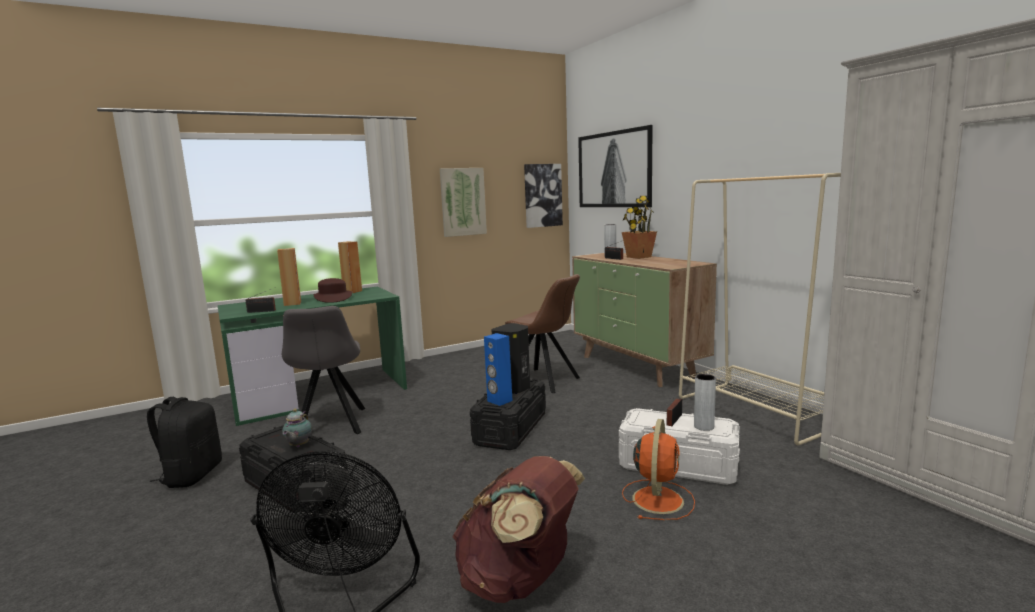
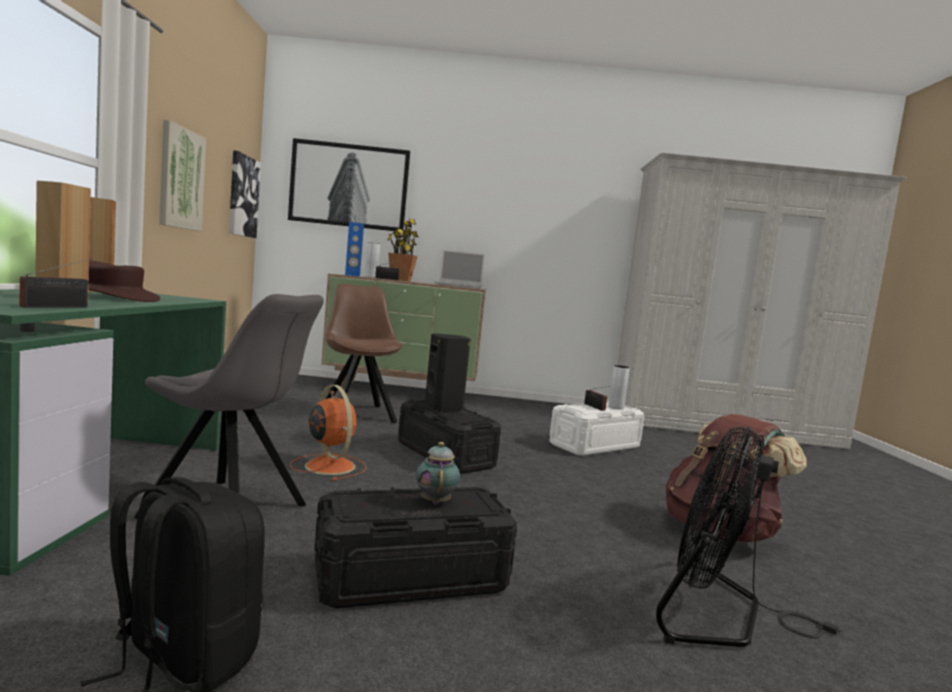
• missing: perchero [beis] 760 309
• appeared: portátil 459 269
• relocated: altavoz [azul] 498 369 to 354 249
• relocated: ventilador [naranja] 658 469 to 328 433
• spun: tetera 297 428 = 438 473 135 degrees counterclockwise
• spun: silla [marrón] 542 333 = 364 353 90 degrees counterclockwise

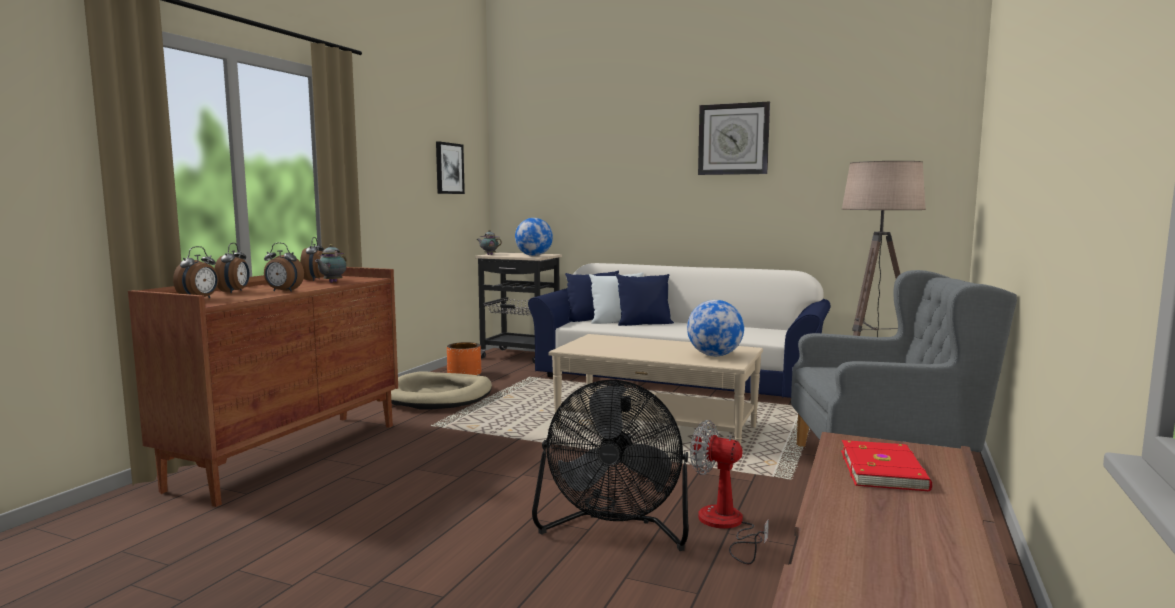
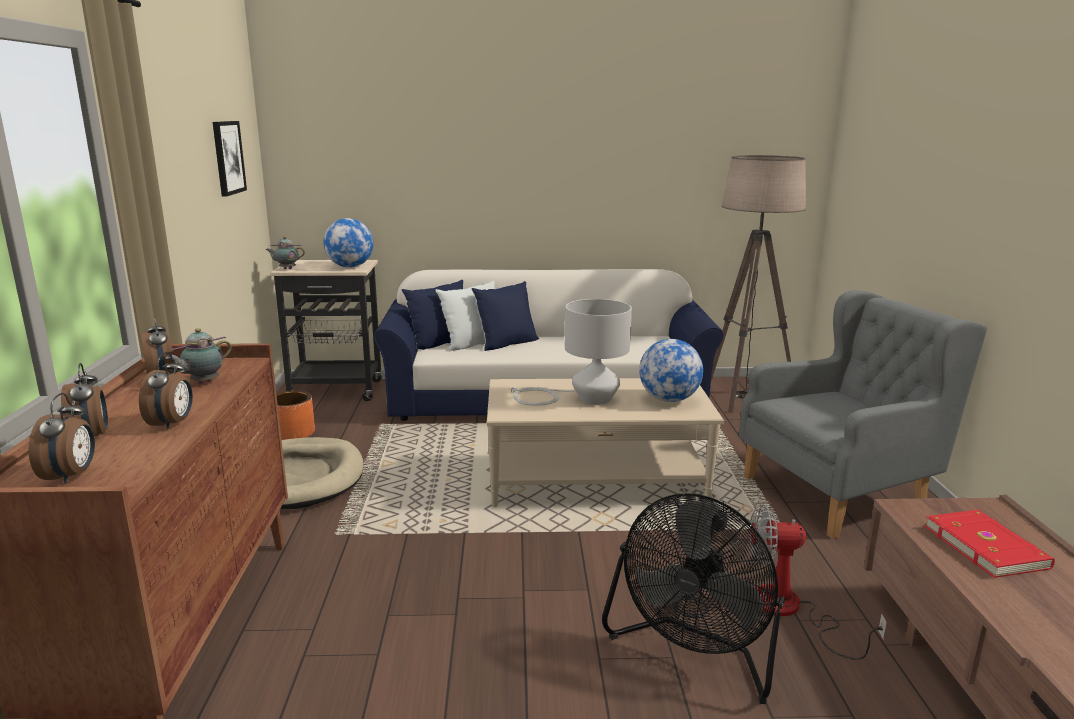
• missing: reloj de pared 734 138
• appeared: lámpara de mesa [blanco] 571 352
• spun: despertador 284 267 = 166 391 75 degrees counterclockwise
• spun: tetera 331 263 = 198 356 45 degrees clockwise
• spun: ventilador [negro] 610 465 = 693 598 45 degrees clockwise

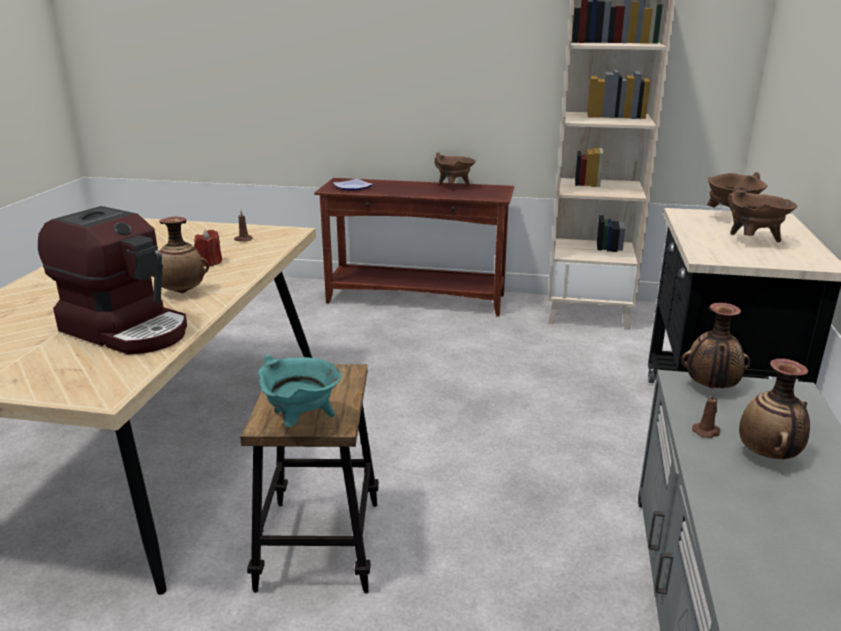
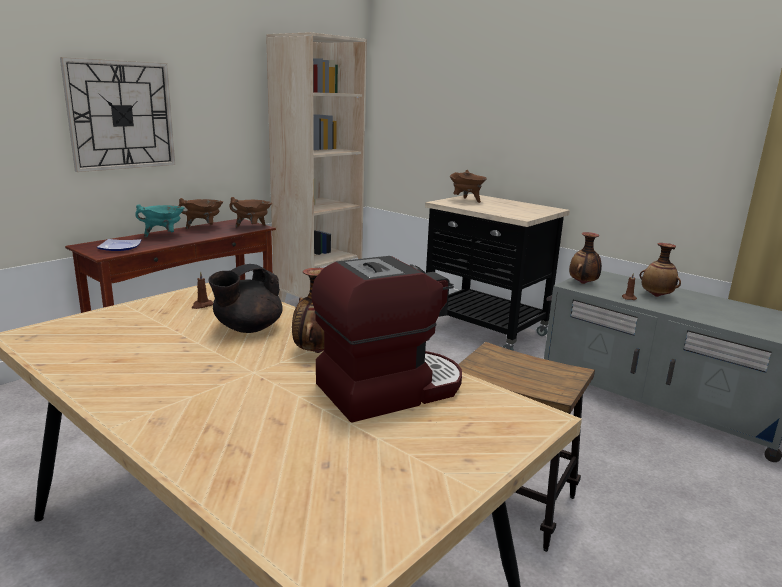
• appeared: reloj de pared 117 114
• relocated: olla [turquesa] 300 390 to 159 220
• relocated: olla [marrón] 763 214 to 250 212
• exchanged: vela [rojo] 208 248 to tetera [negro] 245 298

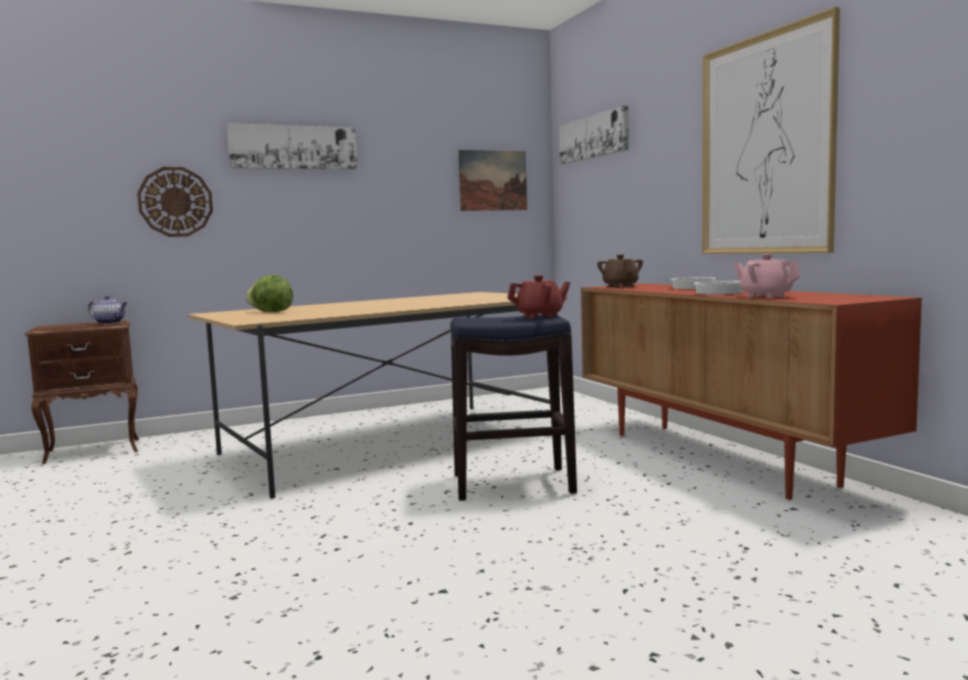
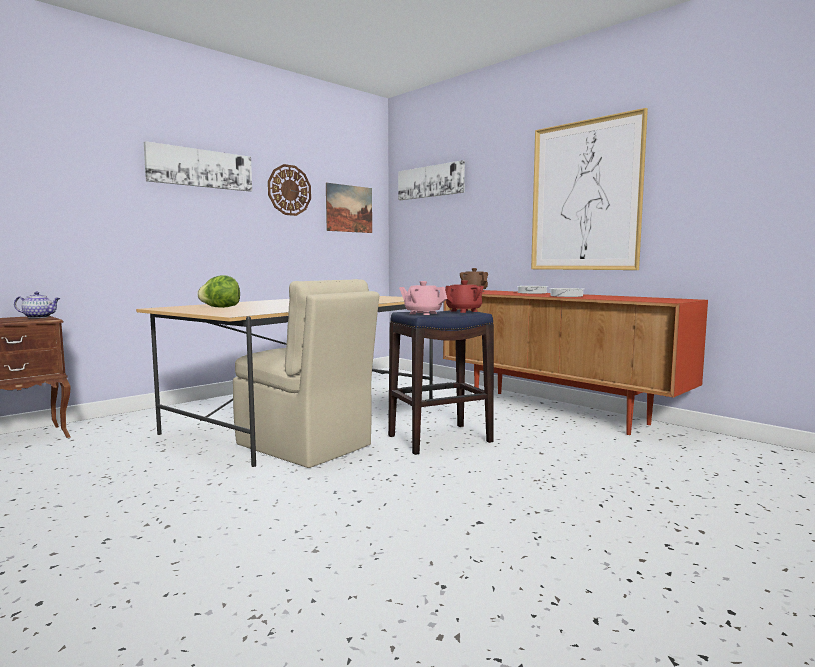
• appeared: silla [beis] 306 373
• relocated: reloj de pared 175 202 to 289 190
• relocated: tetera [rosa] 767 276 to 423 298

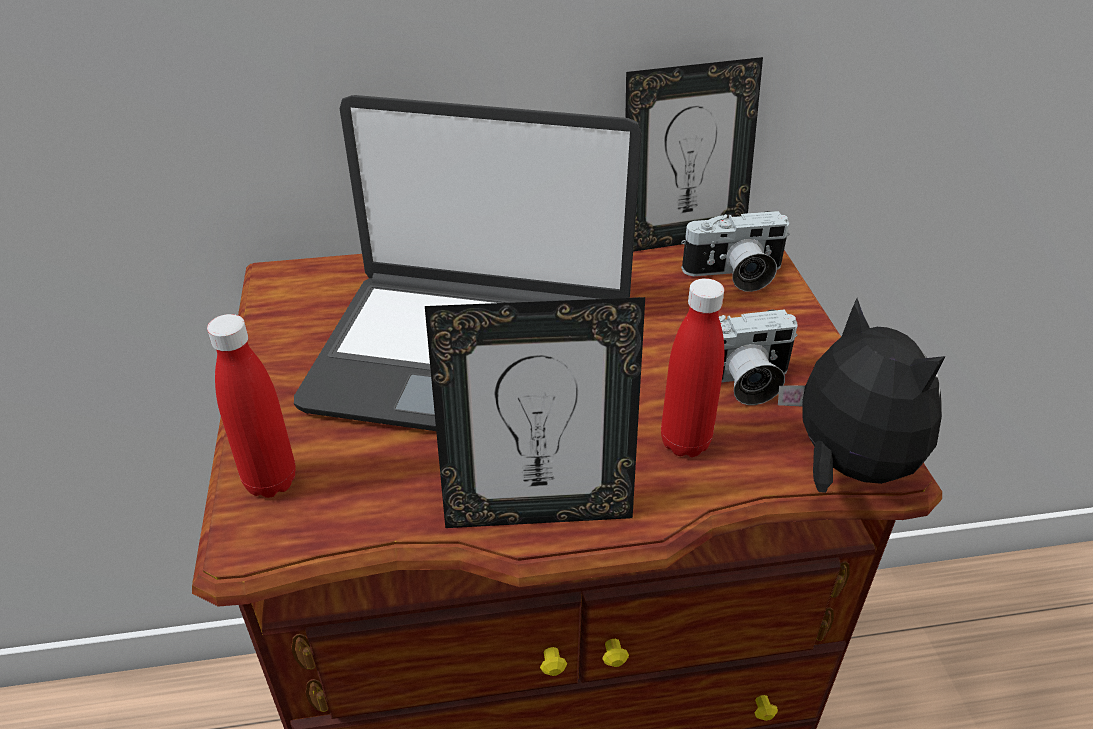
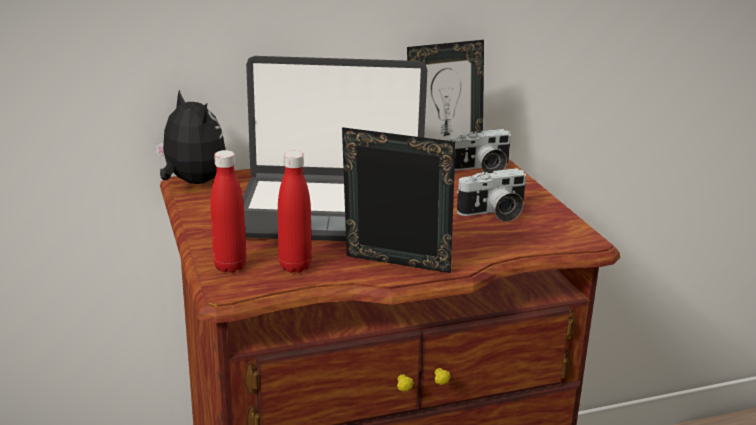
• relocated: botella [rojo] 692 367 to 294 212
• relocated: peluche 862 395 to 190 137
• spun: portarretratos 535 412 = 399 200 150 degrees counterclockwise

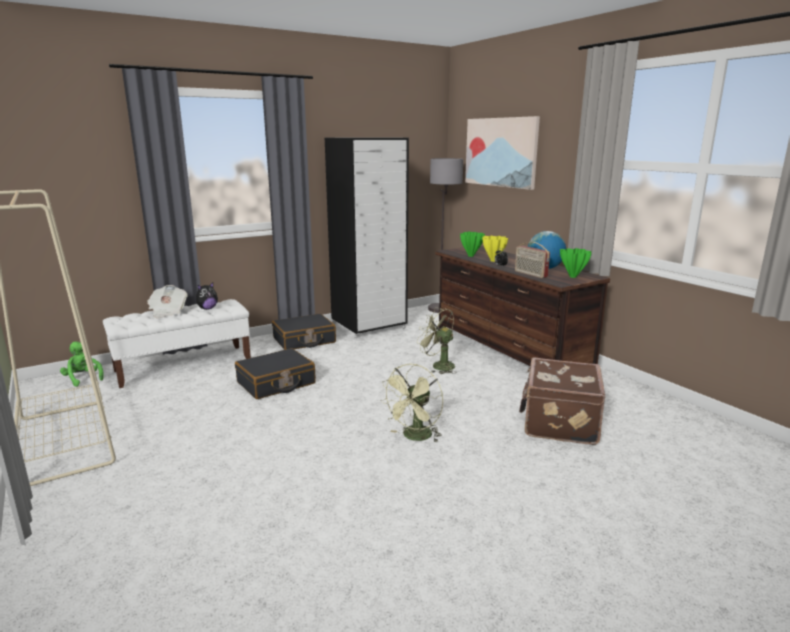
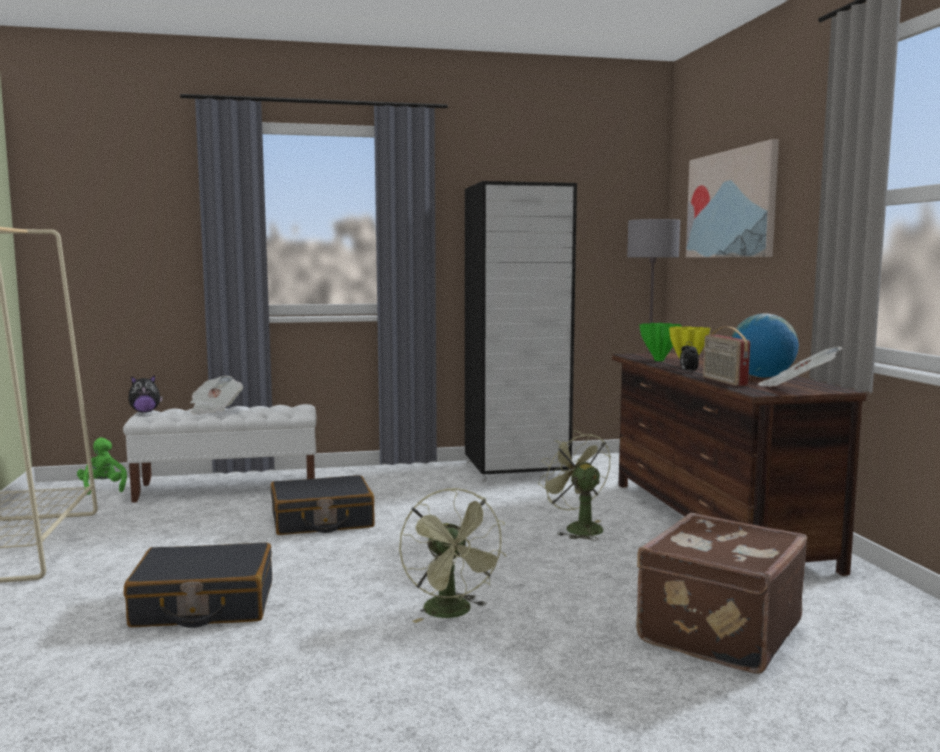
• relocated: peluche 207 296 to 145 394
• relocated: maleta [negro] 304 332 to 198 585
• exchanged: florero [verde] 575 263 to periódico 800 366
• spun: ventilador [verde] 411 403 = 452 555 75 degrees counterclockwise

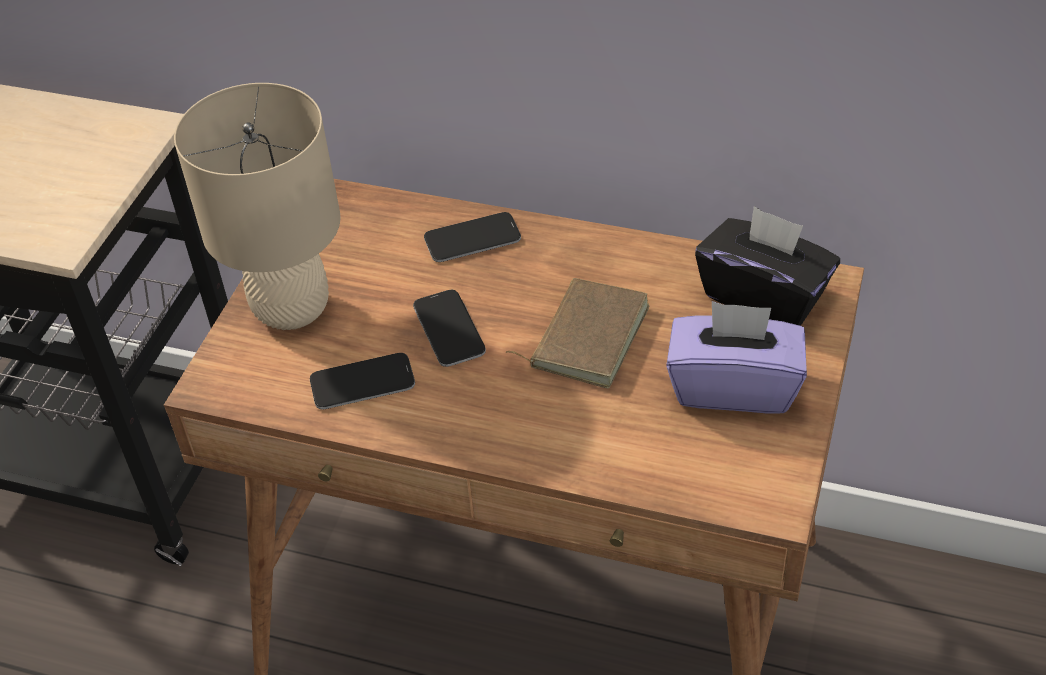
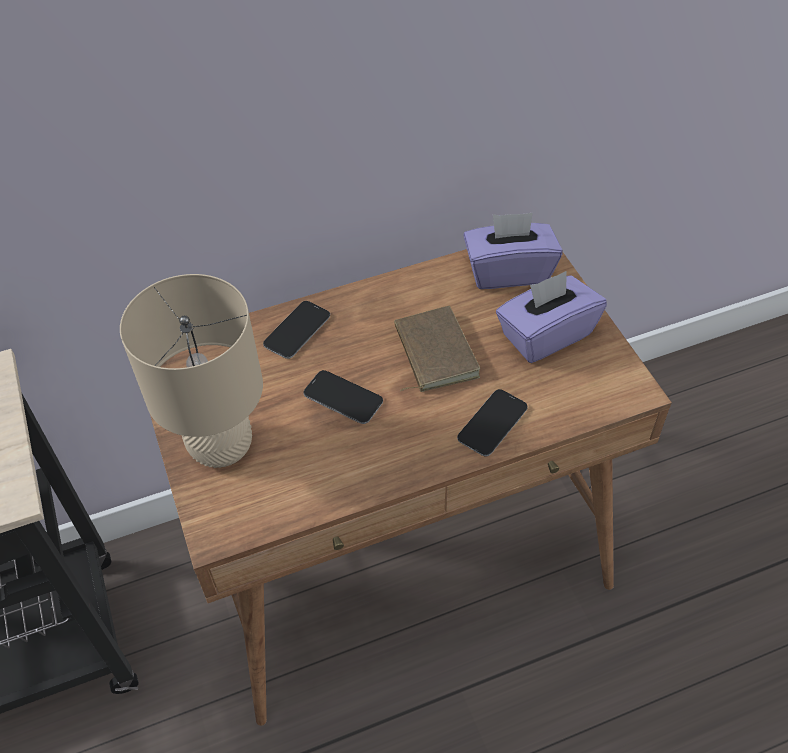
• relocated: móvil 362 381 to 492 422
• colour: caja de pañuelos [negro] 767 266 to caja de pañuelos [morado] 512 251

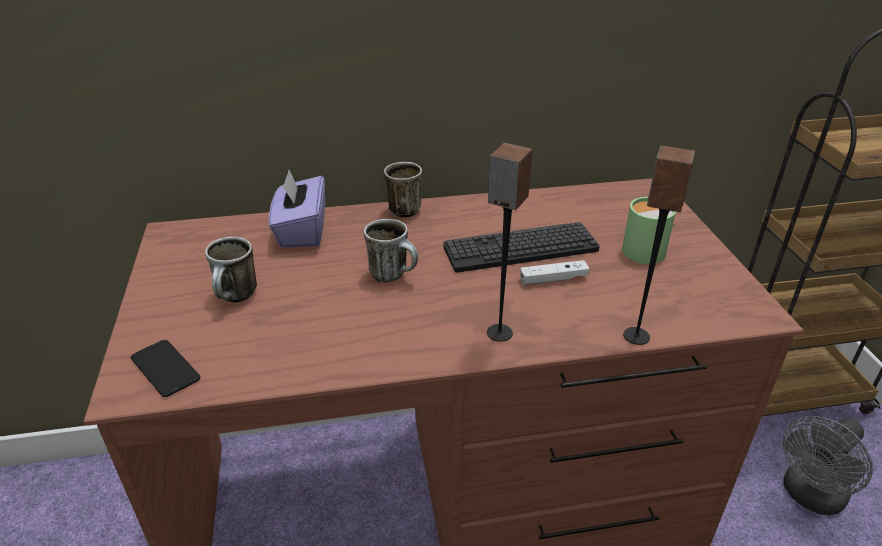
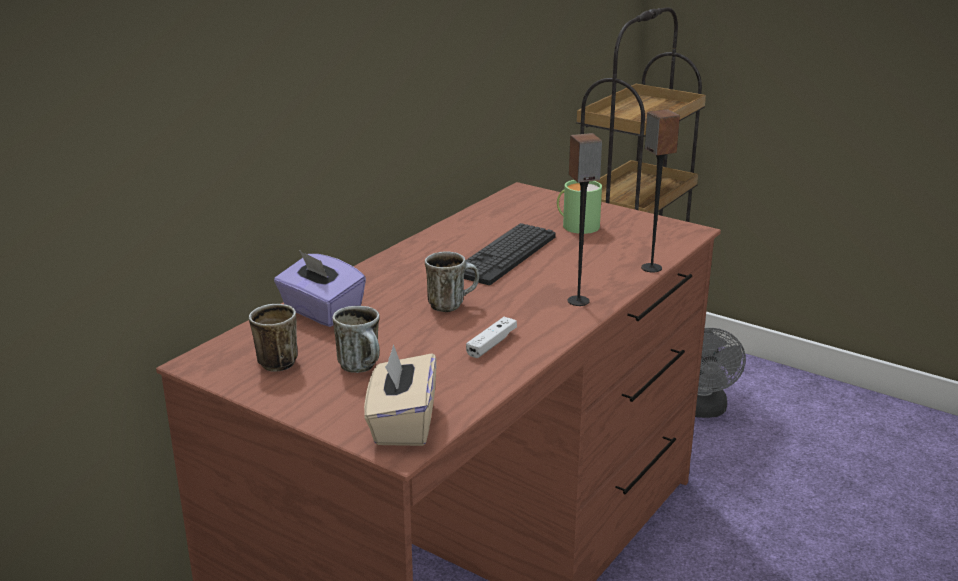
• relocated: taza grande 403 190 to 273 338
• relocated: mando de consola [blanco] 554 272 to 491 337
• exchanged: móvil 165 368 to caja de pañuelos [beis] 400 395

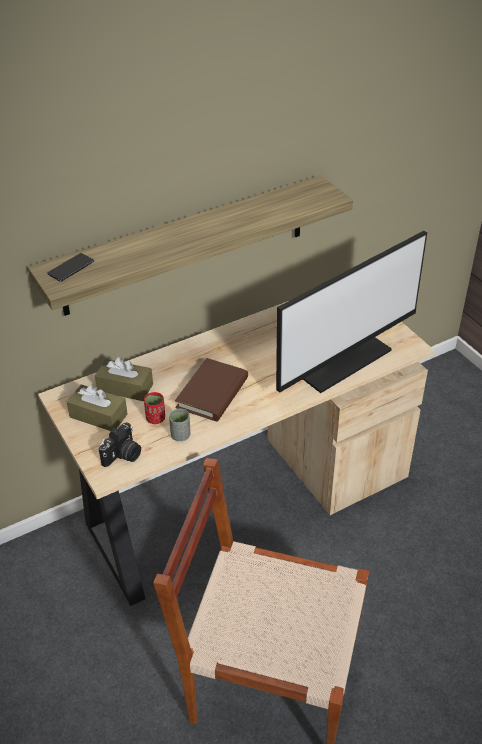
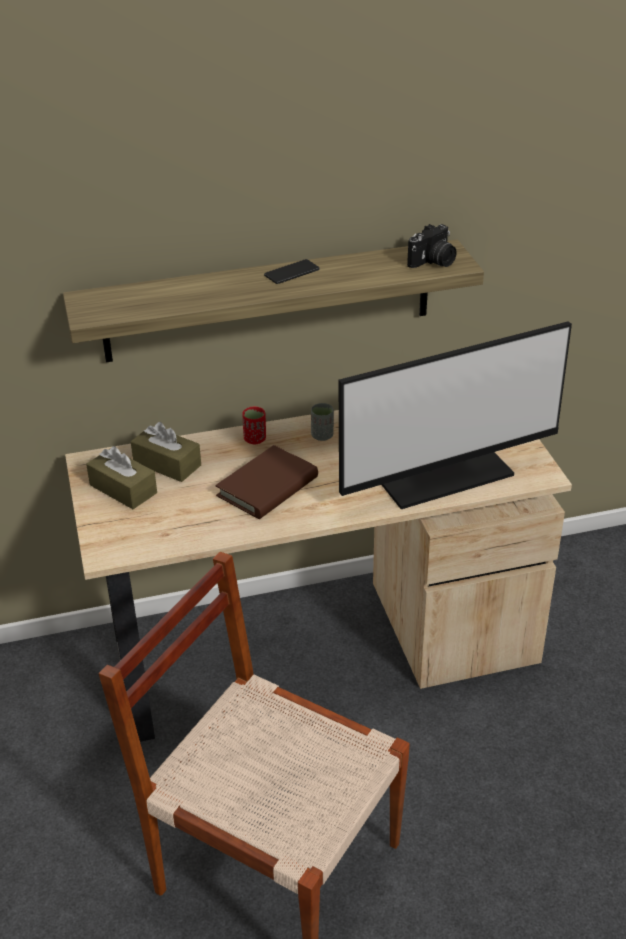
• relocated: móvil 70 267 to 292 271
• relocated: cámara 120 445 to 432 246
• relocated: taza [rojo] 154 408 to 254 425
• relocated: taza [gris] 179 425 to 322 422

